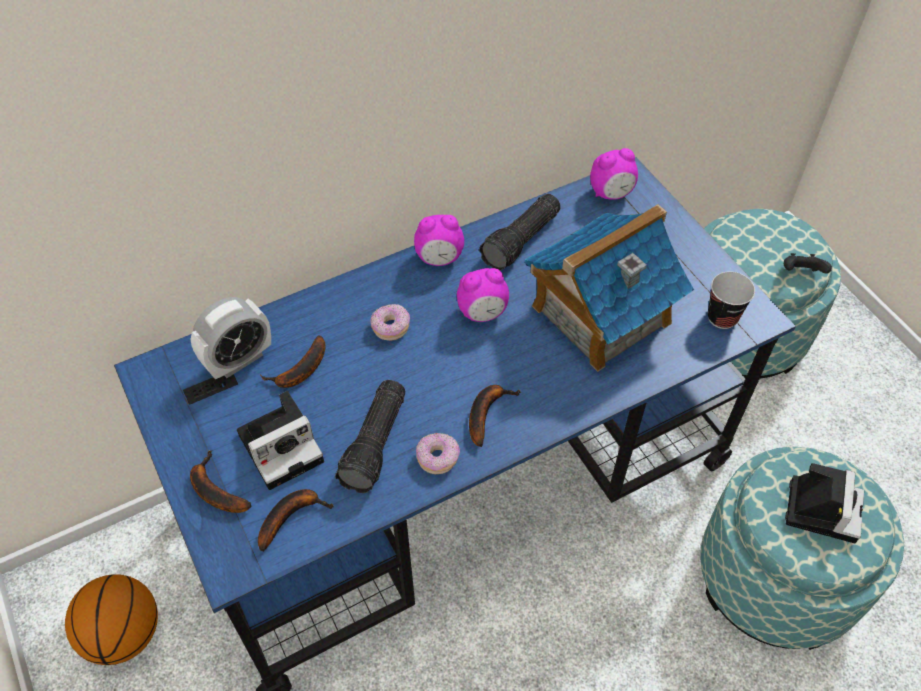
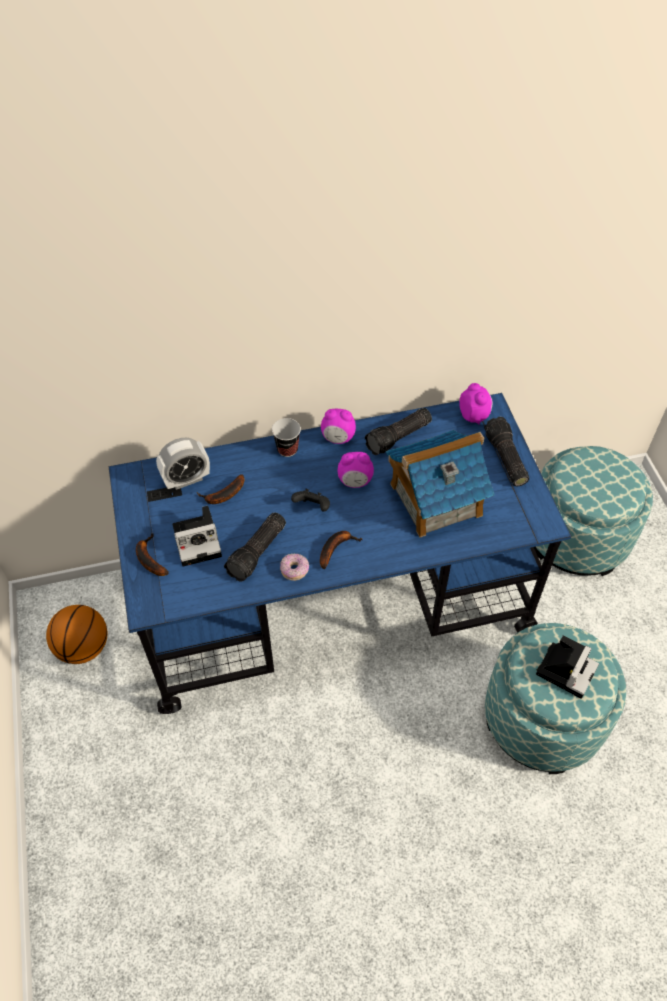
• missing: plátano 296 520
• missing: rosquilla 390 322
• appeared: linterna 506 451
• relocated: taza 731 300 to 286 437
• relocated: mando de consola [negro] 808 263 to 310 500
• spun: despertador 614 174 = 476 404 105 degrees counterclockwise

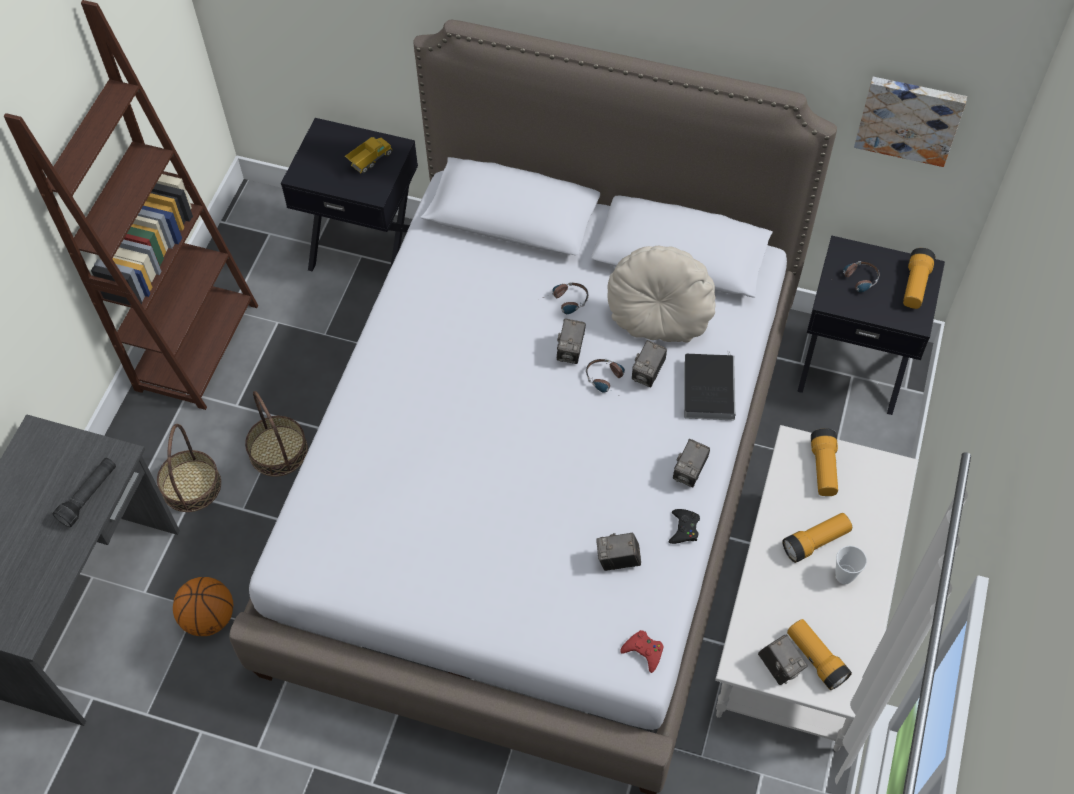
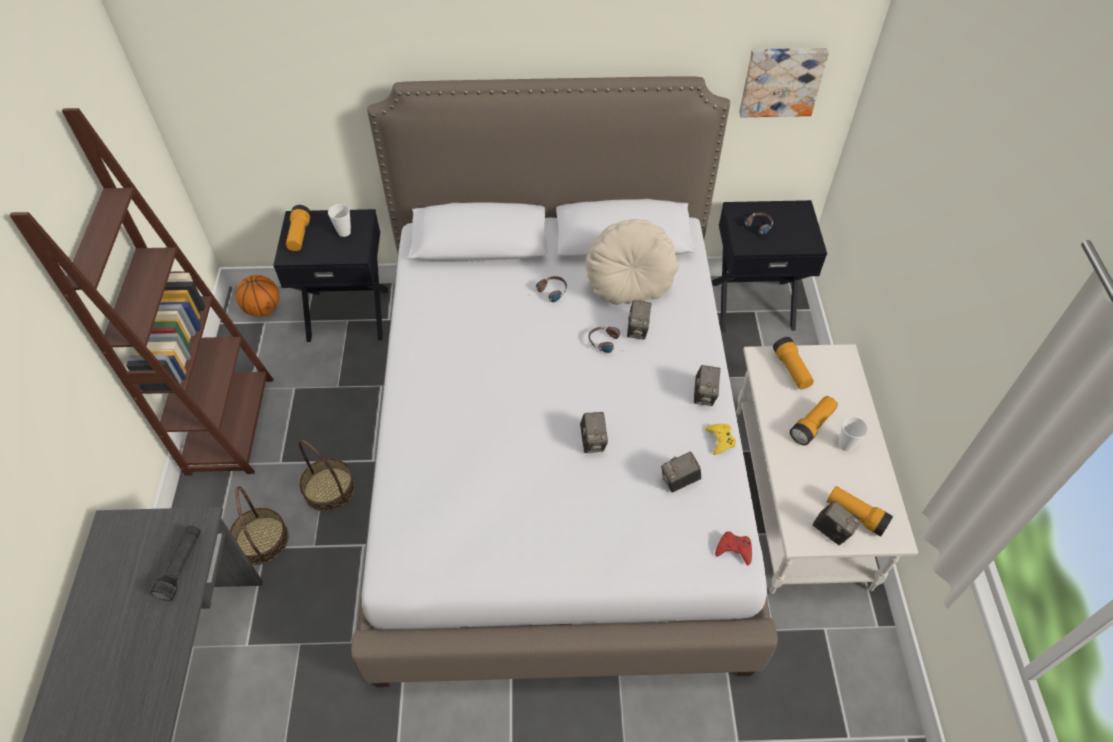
• missing: libro 710 385
• relocated: balón de baloncesto 203 606 to 257 296
• relocated: cámara 571 341 to 594 433
• relocated: linterna 919 278 to 298 228
• exchanged: camión de juguete 369 155 to taza 339 220
• colour: mando de consola [negro] 684 526 to mando de consola [amarillo] 720 439

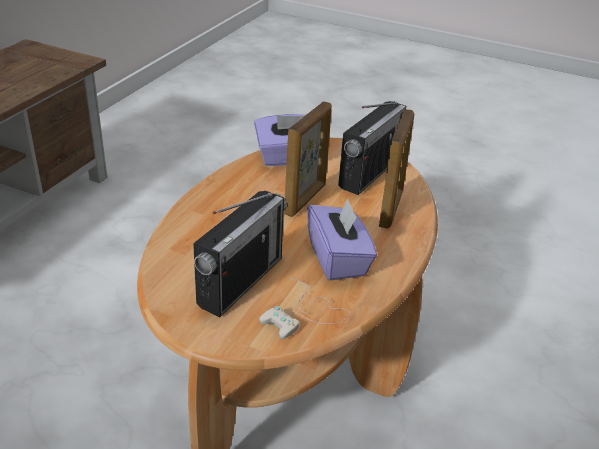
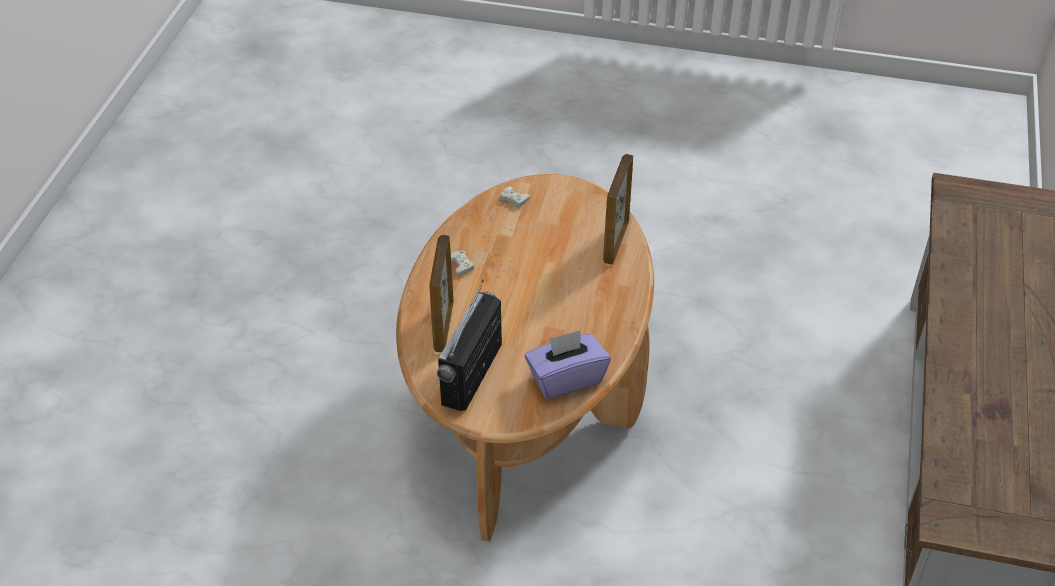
• missing: radio 240 254
• relocated: portarretratos 308 159 to 618 209
• exchanged: caja de pañuelos [morado] 342 240 to mando de consola [blanco] 483 252

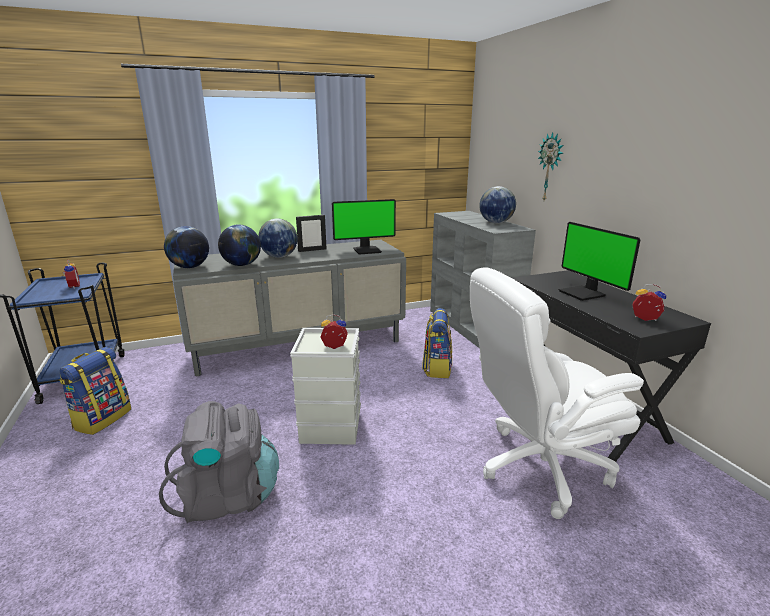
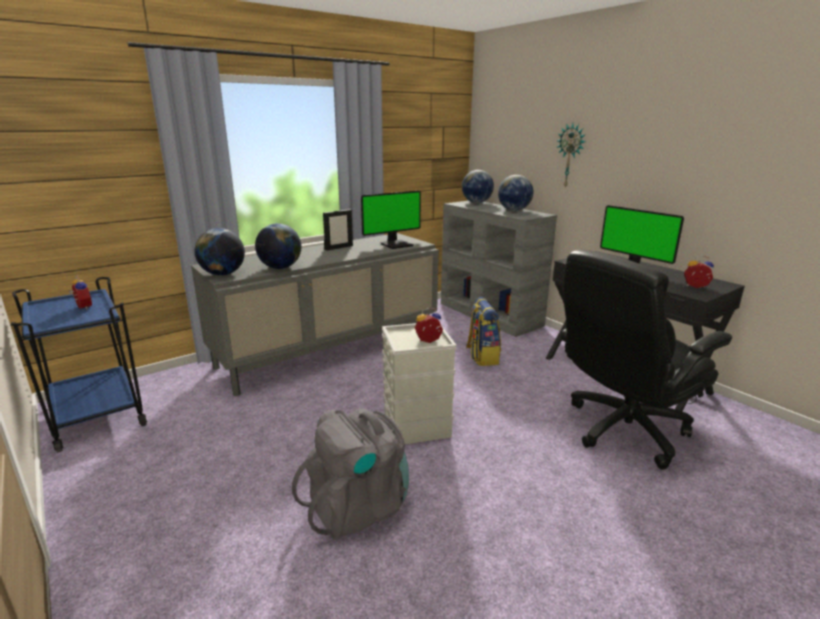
• missing: mochila 95 391
• relocated: globo terráqueo 278 238 to 478 186
• colour: silla de oficina [blanco] 557 393 to silla de oficina [negro] 646 360

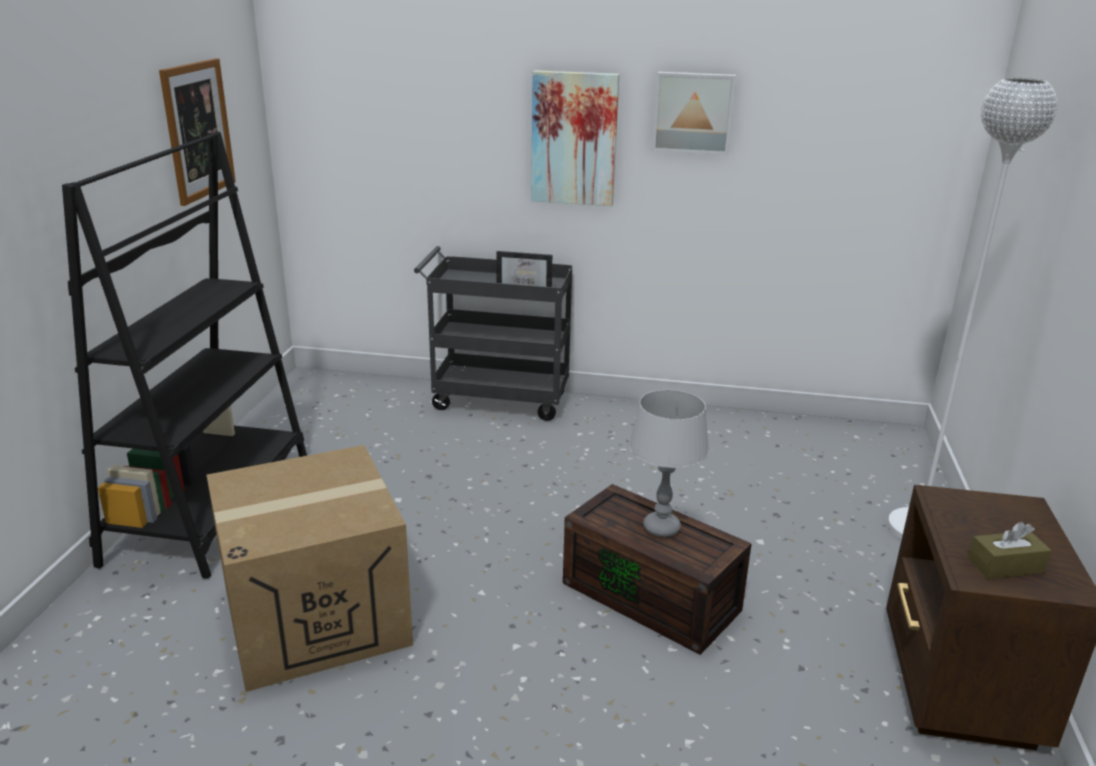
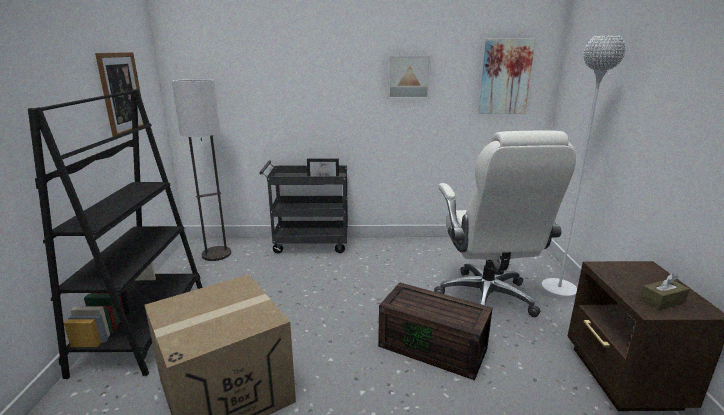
• missing: lámpara de mesa [gris] 669 463
• appeared: lámpara de pie 201 170
• appeared: silla de oficina [blanco] 505 224
• relocated: cuadro 575 138 to 507 76

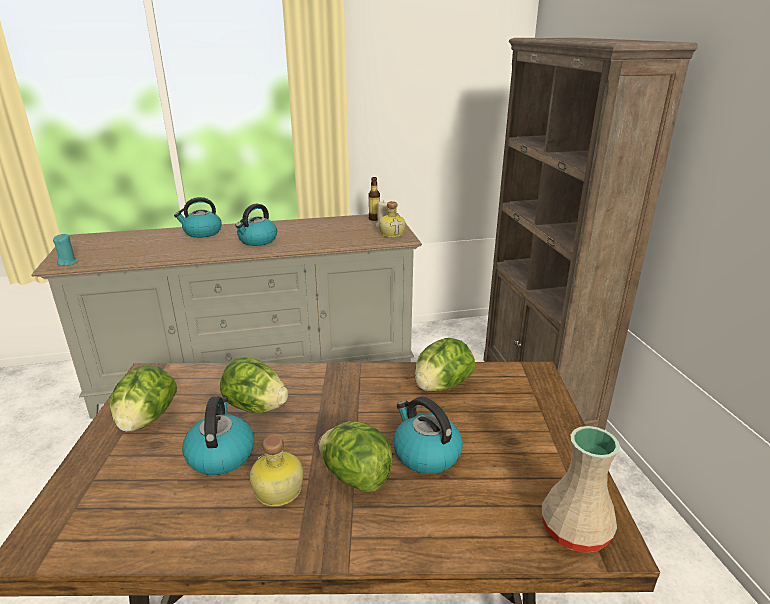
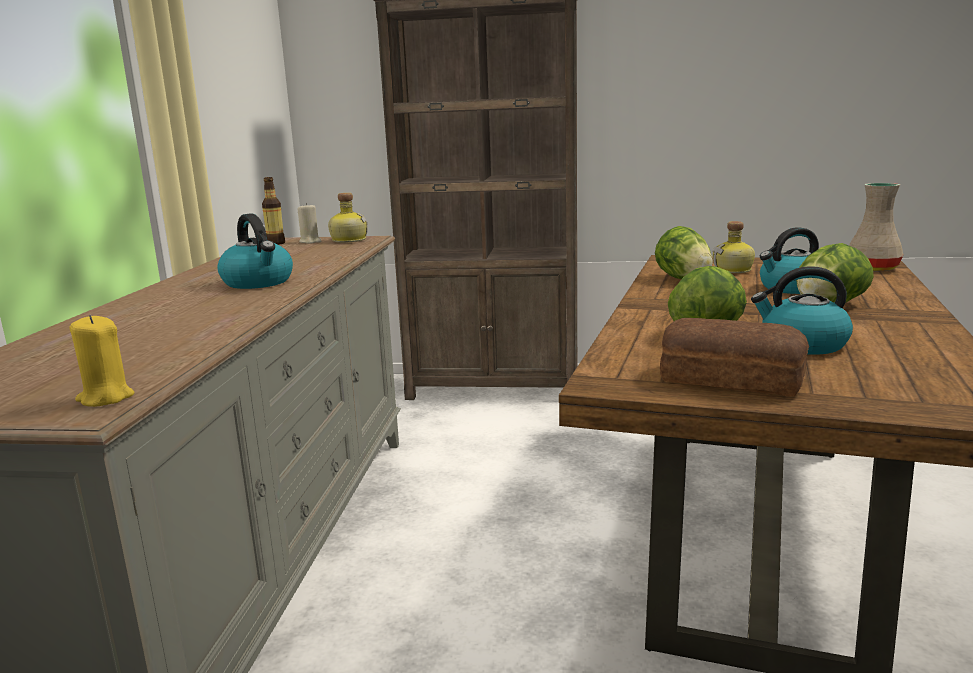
• missing: hervidor 198 217
• relocated: botella 276 471 to 734 247
• exchanged: lechuga 143 398 to pan 734 357
• colour: vela [turquesa] 65 250 to vela [amarillo] 102 361

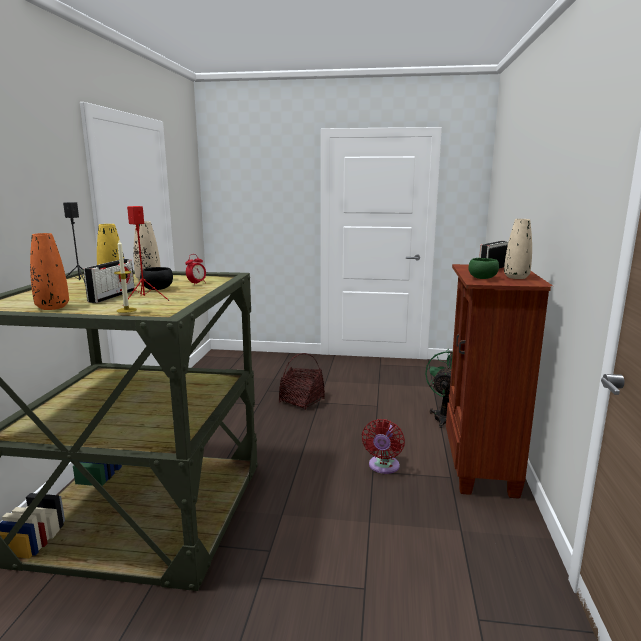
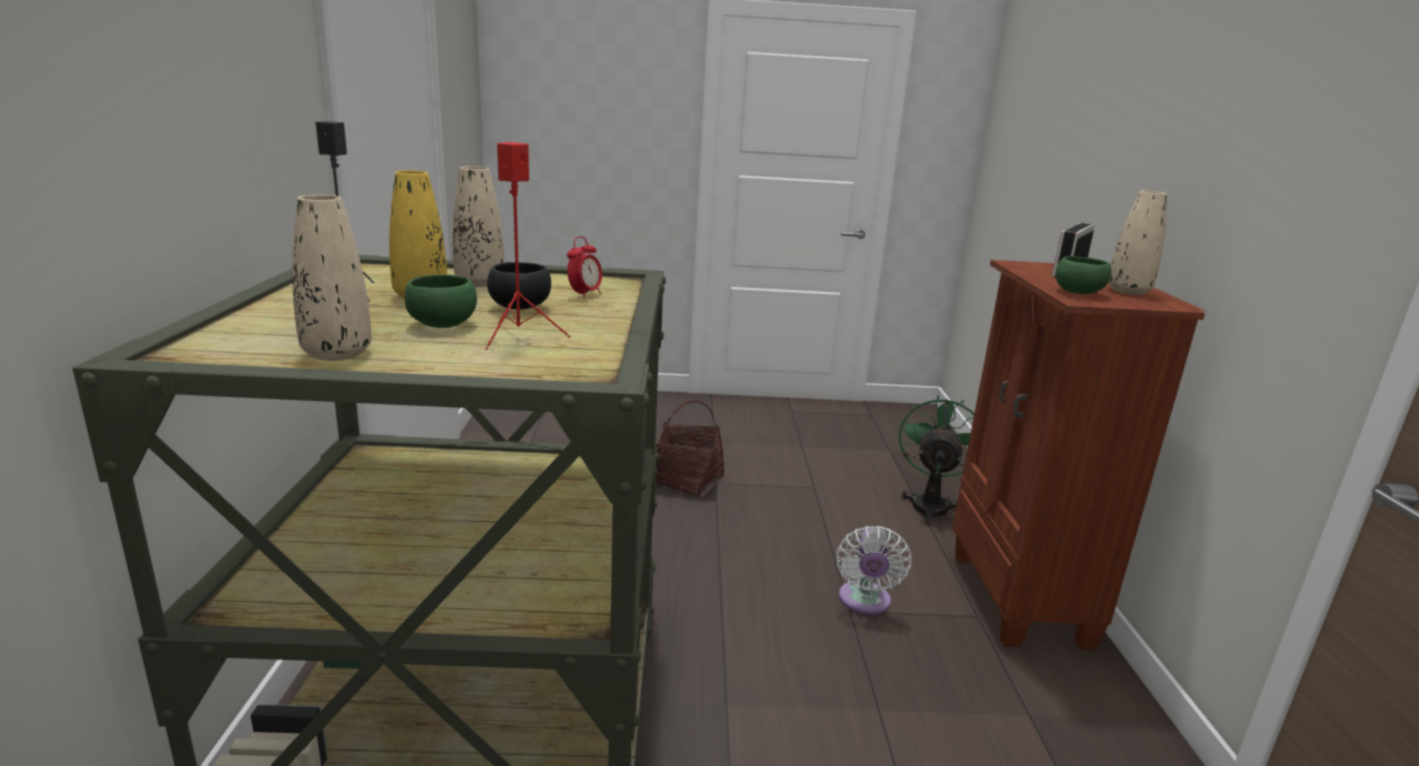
• missing: vela 125 276
• exchanged: radio 109 281 to cuenco [verde] 441 301
• colour: florero [naranja] 49 271 to florero [beis] 332 277
• colour: ventilador [rojo] 383 446 to ventilador [blanco] 874 570

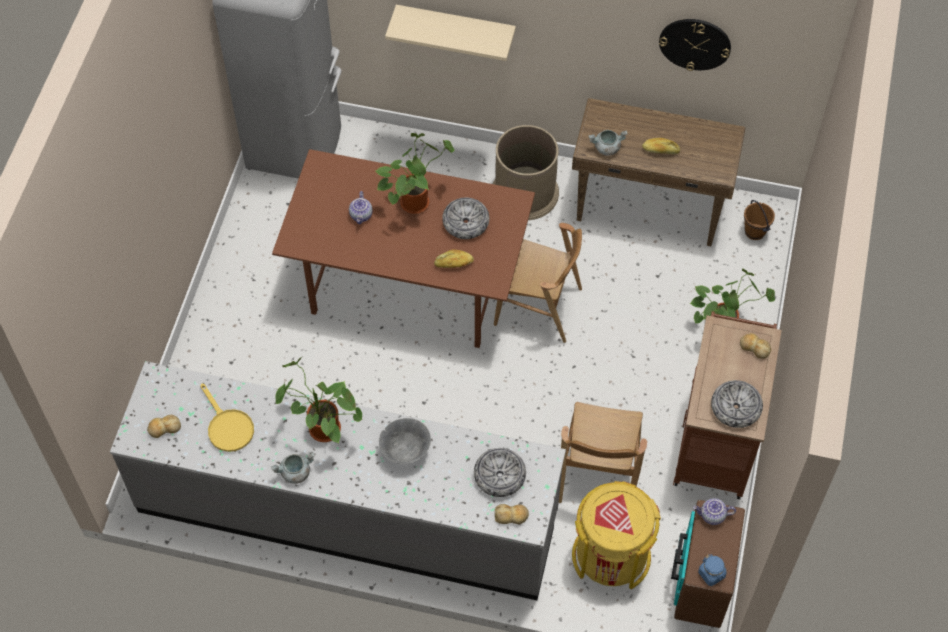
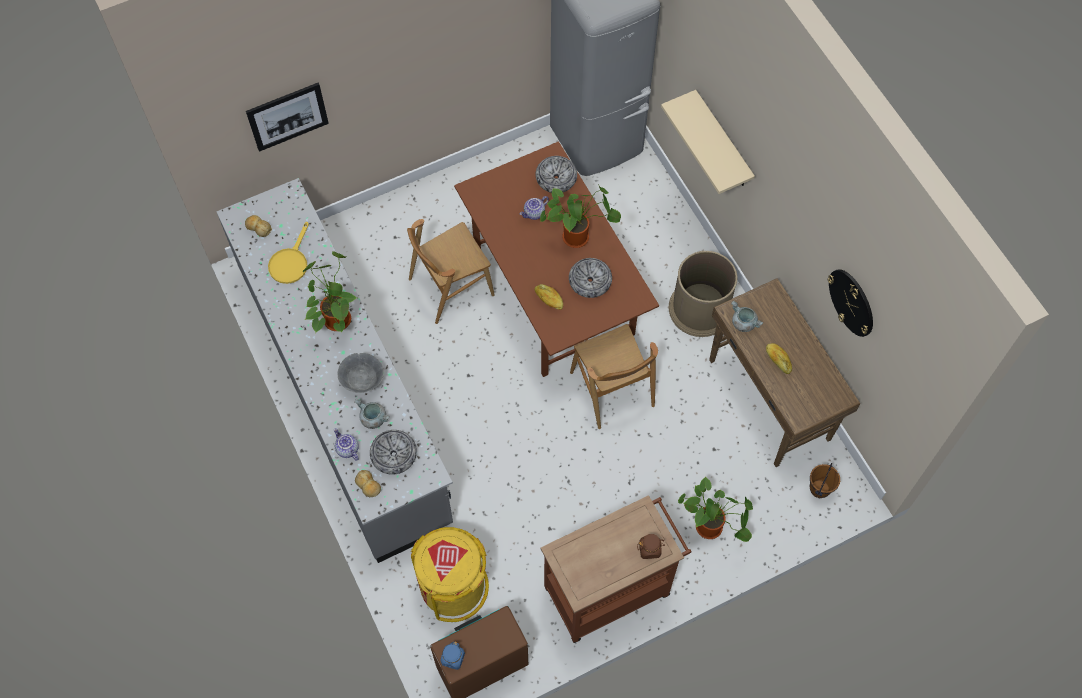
• appeared: cuadro 287 117
• relocated: olla [gris] 293 468 to 371 414
• relocated: silla [marrón] 603 452 to 451 271
• relocated: tetera 714 511 to 346 444
• relocated: cuenco 737 404 to 556 174
• exchanged: pan 756 346 to tarro [marrón] 651 546

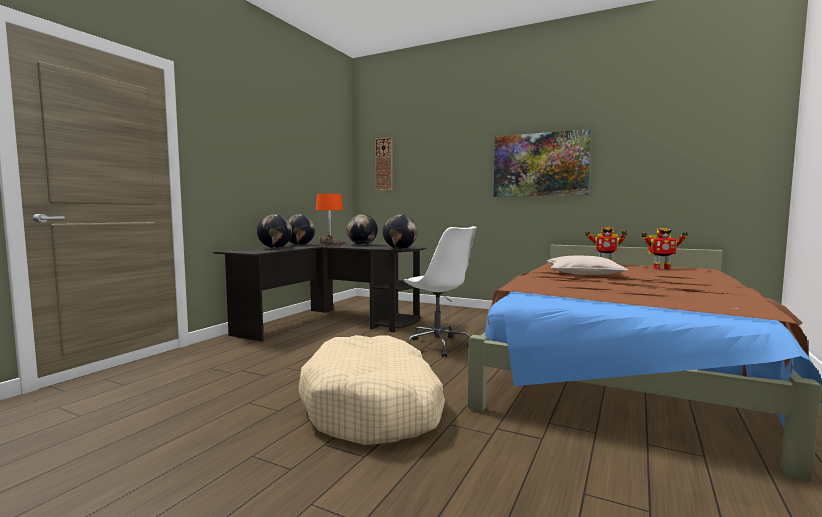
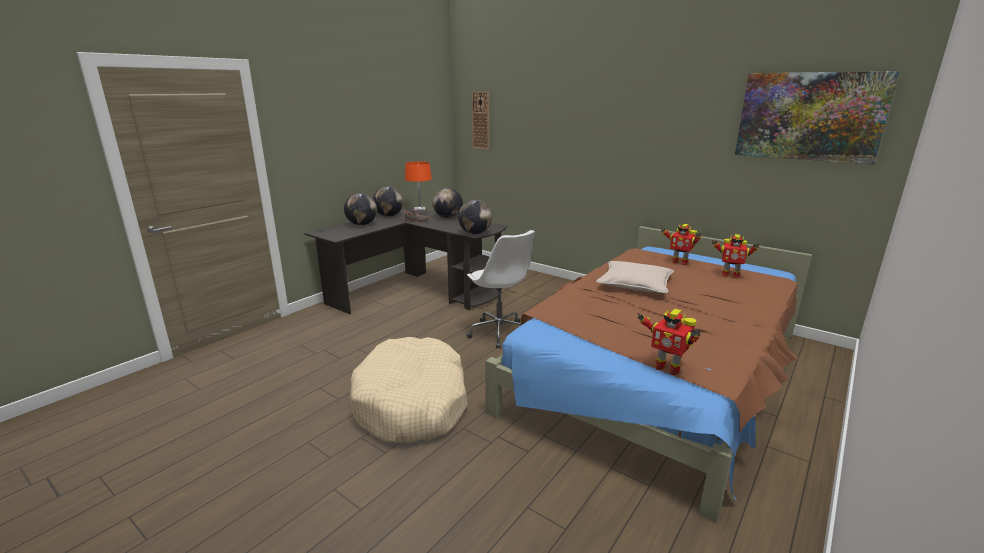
• appeared: robot de juguete 668 342
• relocated: cuadro 542 163 to 817 118

